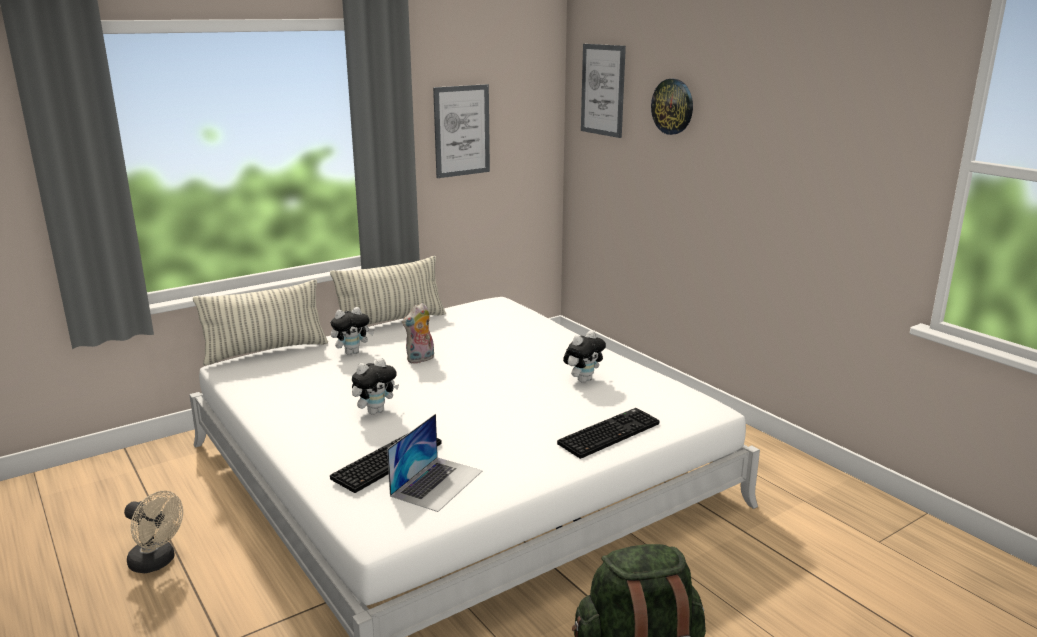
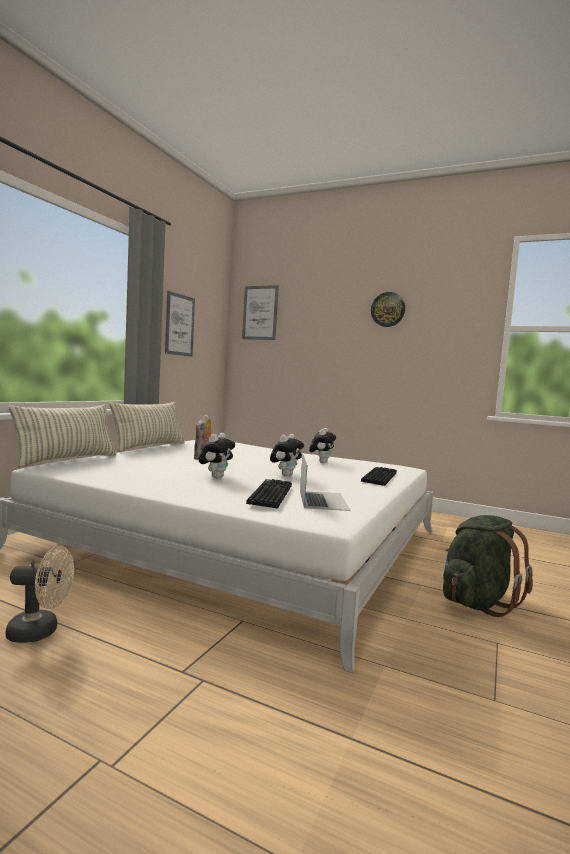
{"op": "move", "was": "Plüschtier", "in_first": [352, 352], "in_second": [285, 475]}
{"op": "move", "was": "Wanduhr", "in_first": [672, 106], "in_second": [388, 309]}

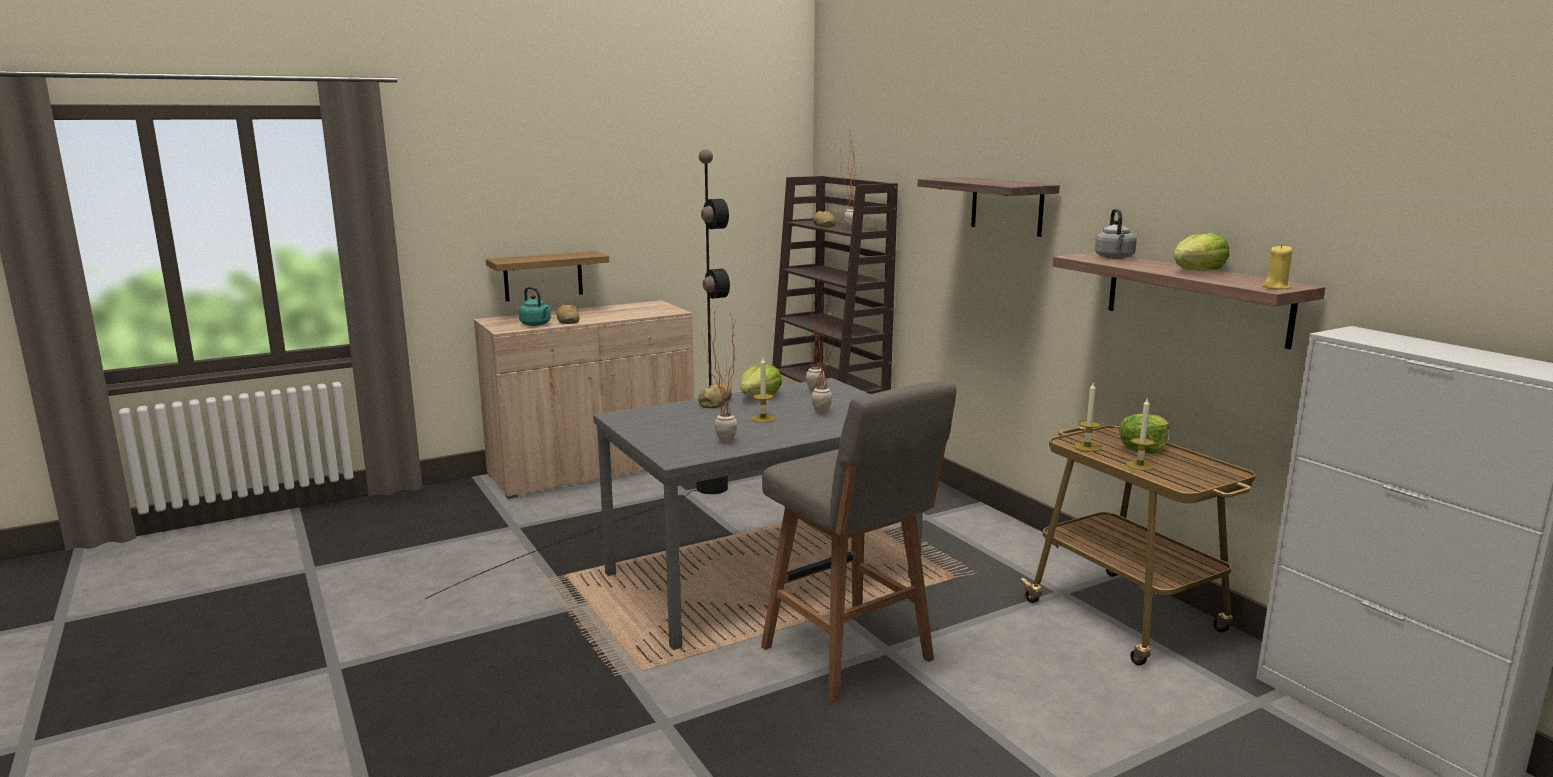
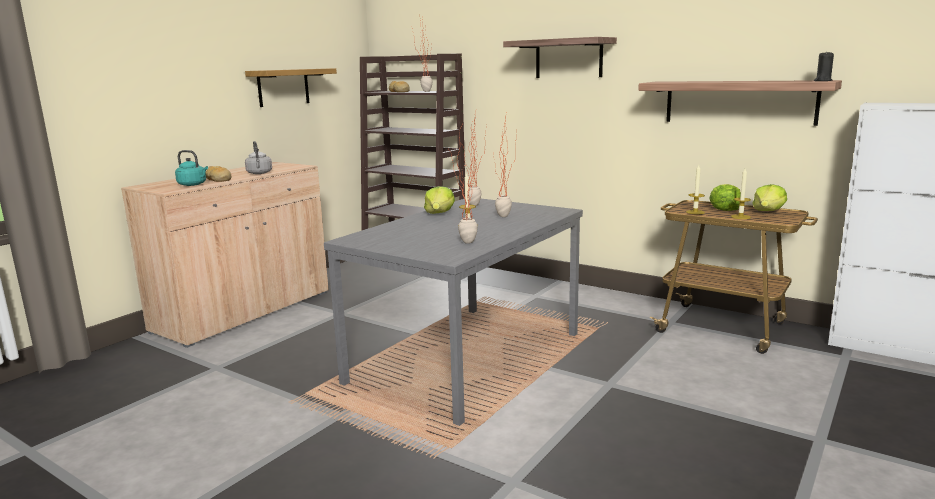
{"op": "delete", "was": "Stehlampe [schwarz]", "in_first": [644, 513]}
{"op": "move", "was": "Wandregal", "in_first": [543, 276], "in_second": [283, 87]}
{"op": "delete", "was": "Brot", "in_first": [715, 402]}
{"op": "delete", "was": "Hocker [grau]", "in_first": [850, 656]}
{"op": "move", "was": "Wasserkessel [grau]", "in_first": [1114, 258], "in_second": [259, 173]}
{"op": "move", "was": "Salatkopf", "in_first": [1198, 271], "in_second": [768, 211]}
{"op": "recolor", "was": "Kerze [gelb]", "now": "Kerze [schwarz]", "in_first": [1275, 287], "in_second": [822, 81]}

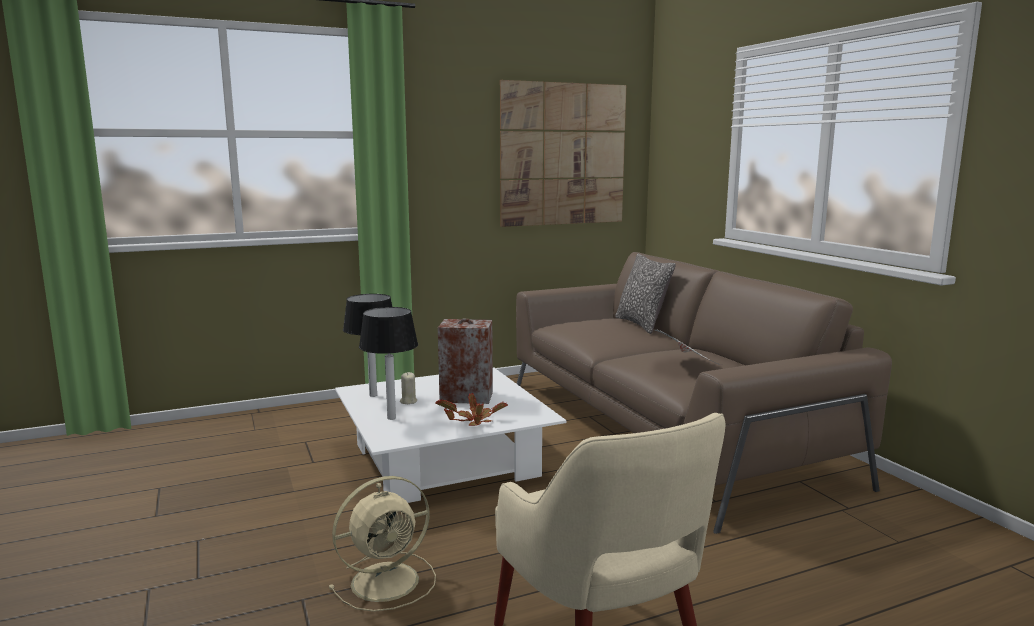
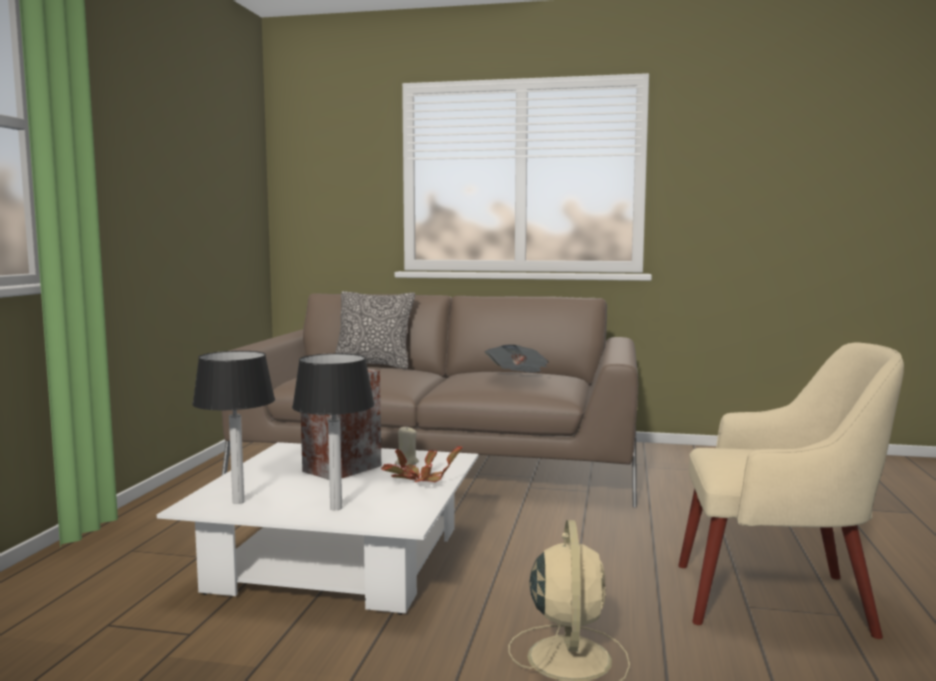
{"op": "move", "was": "Kerze [beige]", "in_first": [408, 401], "in_second": [406, 463]}
{"op": "delete", "was": "Bild", "in_first": [563, 154]}

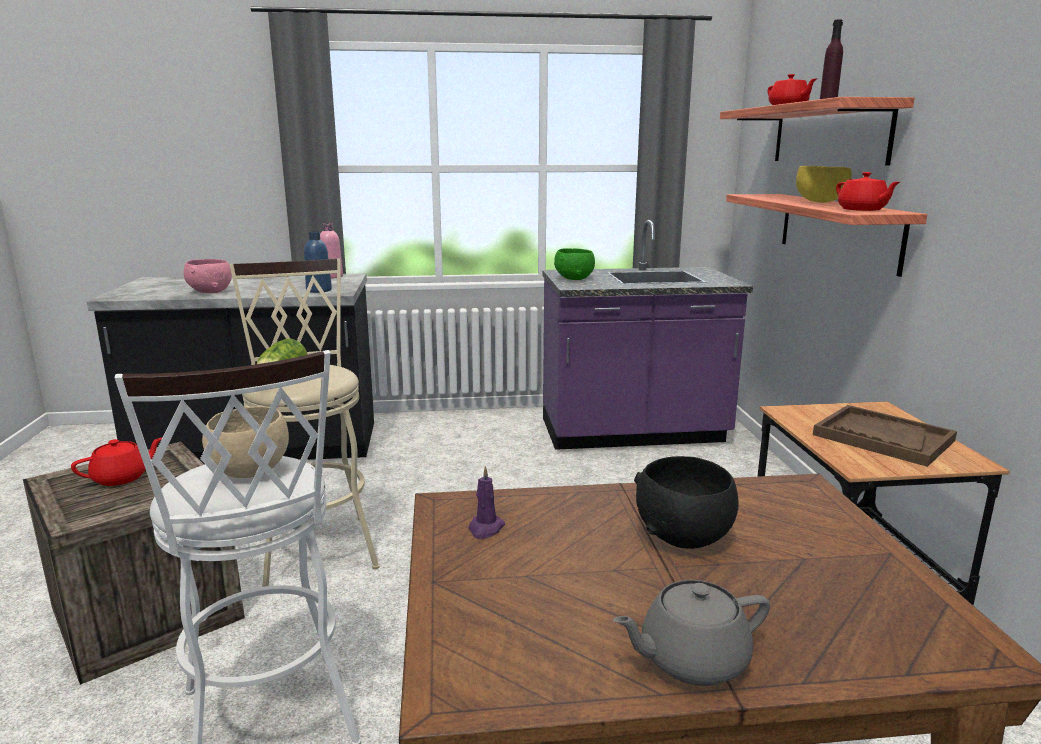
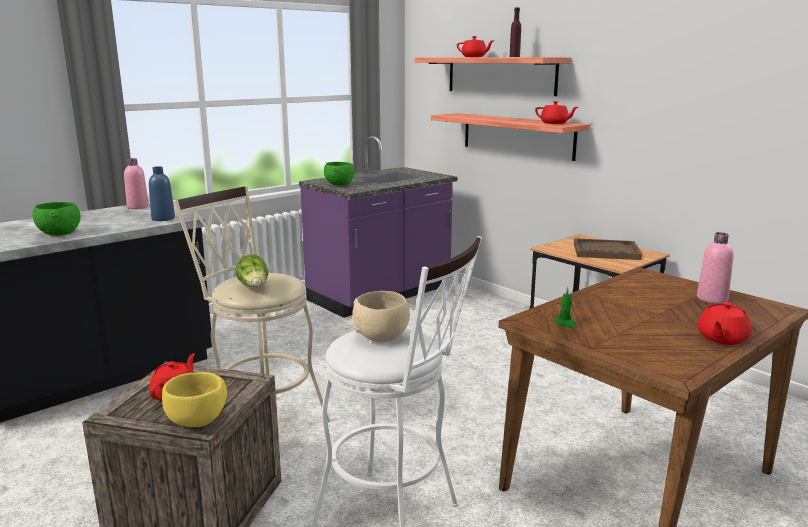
{"op": "recolor", "was": "Schüssel [rosa]", "now": "Schüssel [grün]", "in_first": [211, 291], "in_second": [60, 233]}
{"op": "recolor", "was": "Kerze [lila]", "now": "Kerze [grün]", "in_first": [485, 529], "in_second": [565, 323]}
{"op": "recolor", "was": "Teekanne [grau]", "now": "Teekanne [rot]", "in_first": [691, 659], "in_second": [721, 338]}
{"op": "delete", "was": "Schüssel [schwarz]", "in_first": [685, 537]}
{"op": "move", "was": "Schüssel [gelb]", "in_first": [820, 202], "in_second": [197, 421]}
{"op": "insert", "now": "Flasche [rosa]", "in_second": [712, 299]}

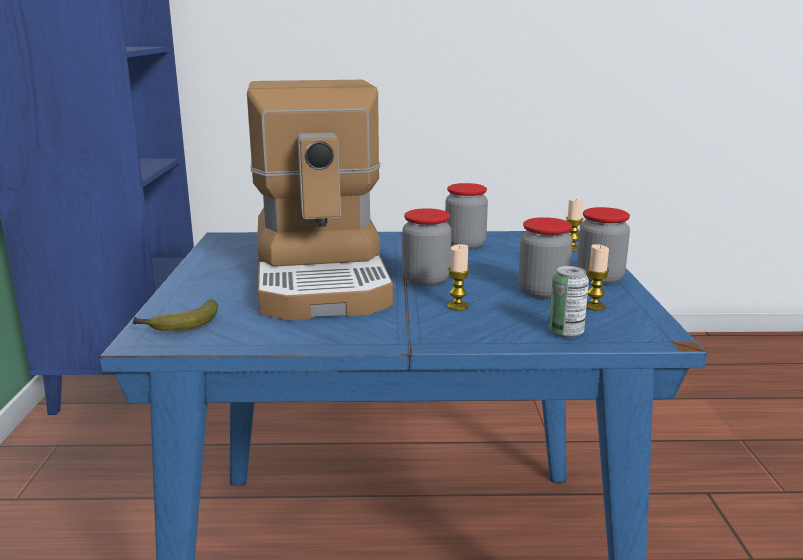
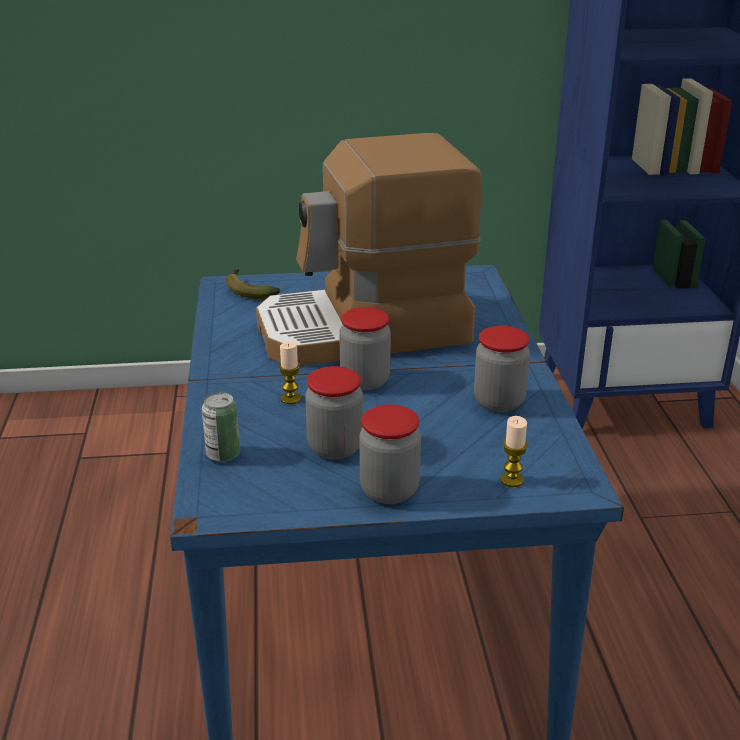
{"op": "delete", "was": "Kerze", "in_first": [594, 306]}

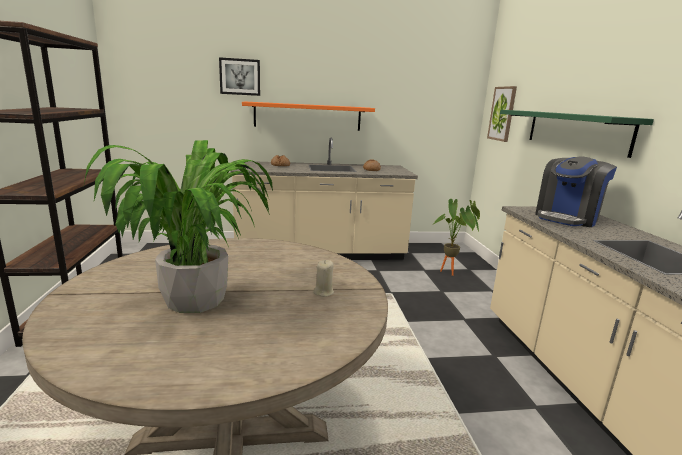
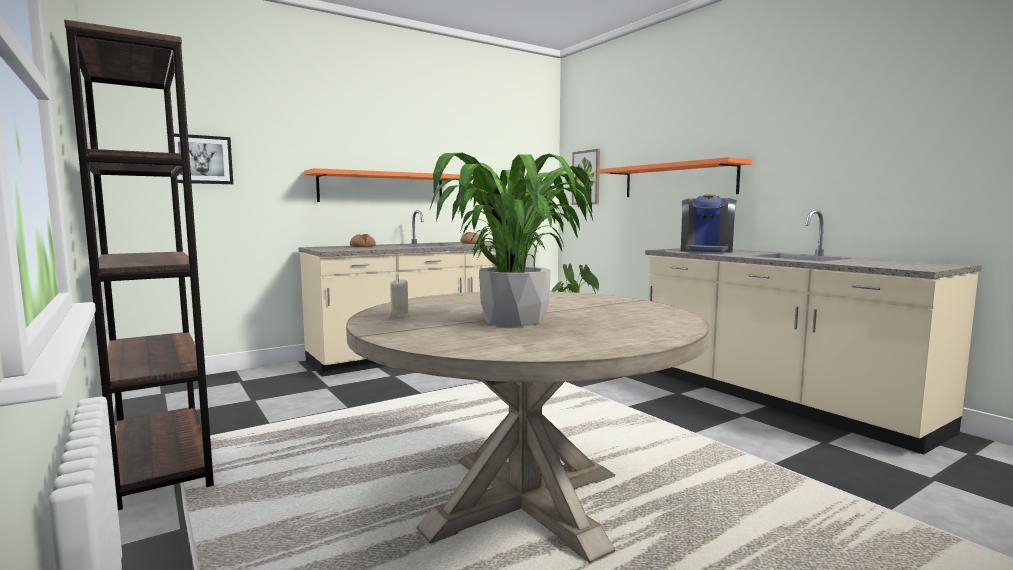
{"op": "move", "was": "Bild", "in_first": [240, 77], "in_second": [201, 159]}
{"op": "move", "was": "Kerze [beige]", "in_first": [323, 292], "in_second": [399, 316]}
{"op": "recolor", "was": "Wandregal [grün]", "now": "Wandregal [orange]", "in_first": [575, 131], "in_second": [678, 180]}

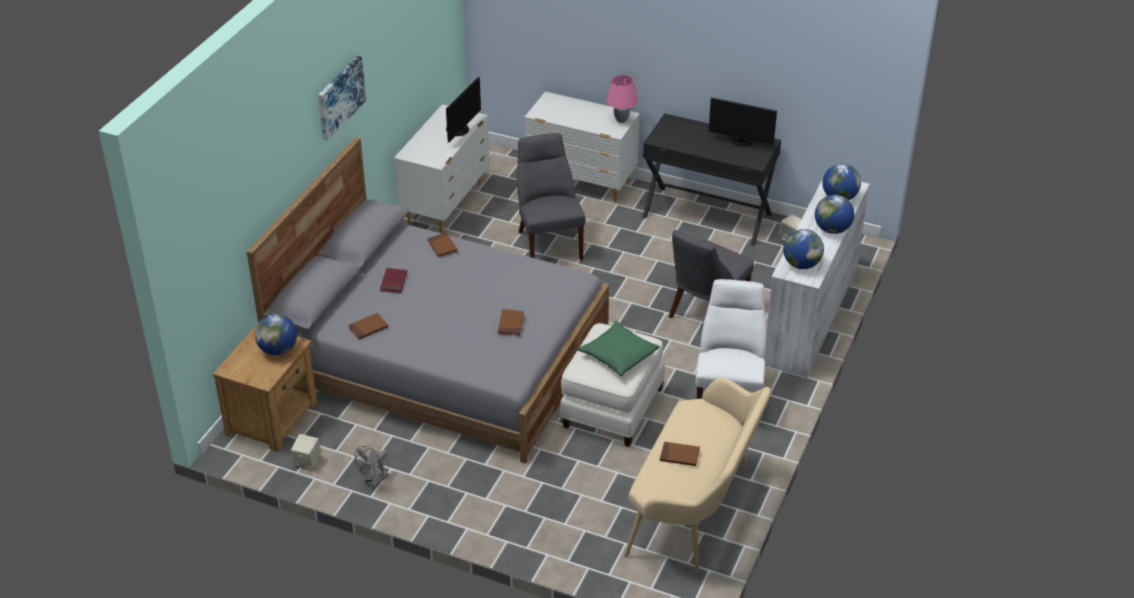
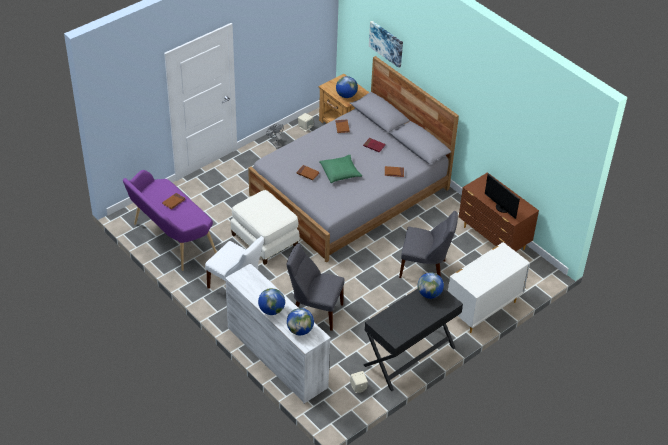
{"op": "move", "was": "Bild", "in_first": [340, 97], "in_second": [386, 43]}
{"op": "recolor", "was": "Kommode [weiß]", "now": "Kommode [braun]", "in_first": [446, 203], "in_second": [493, 239]}
{"op": "move", "was": "Kissen [grün]", "in_first": [618, 355], "in_second": [340, 172]}
{"op": "delete", "was": "Tischlampe [rosa]", "in_first": [621, 120]}
{"op": "recolor", "was": "Bank [beige]", "now": "Bank [lila]", "in_first": [696, 512], "in_second": [170, 240]}
{"op": "rotate", "was": "Stuhl [grau]", "in_first": [705, 312], "in_second": [314, 311], "clockwise": -45}
{"op": "delete", "was": "Monitor", "in_first": [741, 141]}
{"op": "move", "was": "Globus", "in_first": [801, 265], "in_second": [429, 294]}

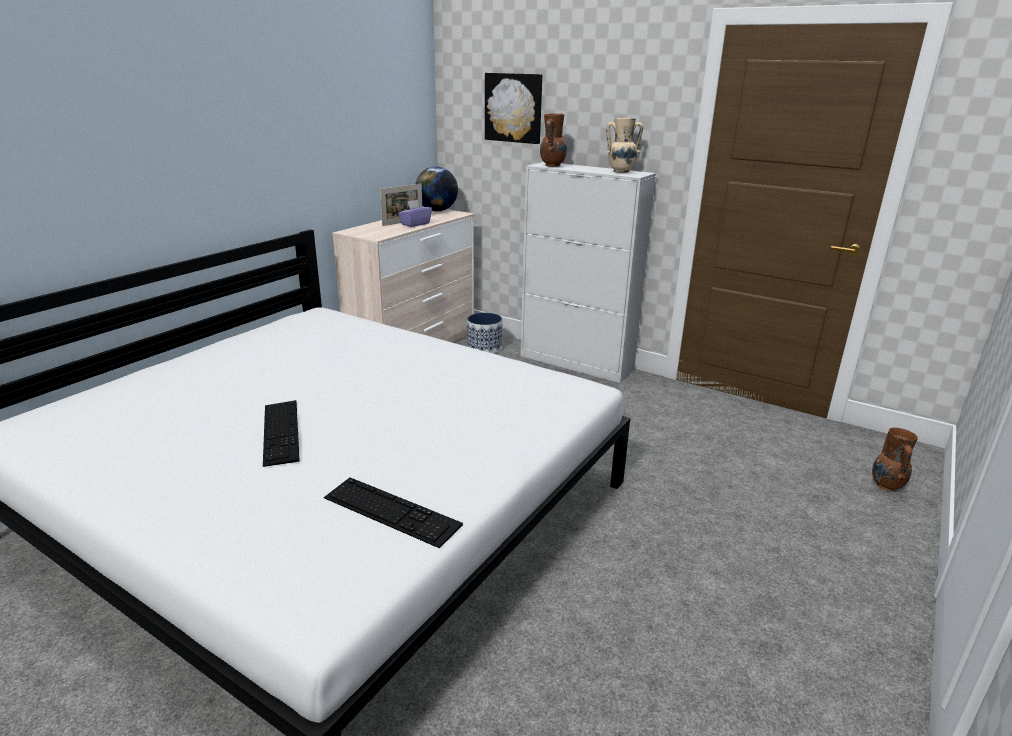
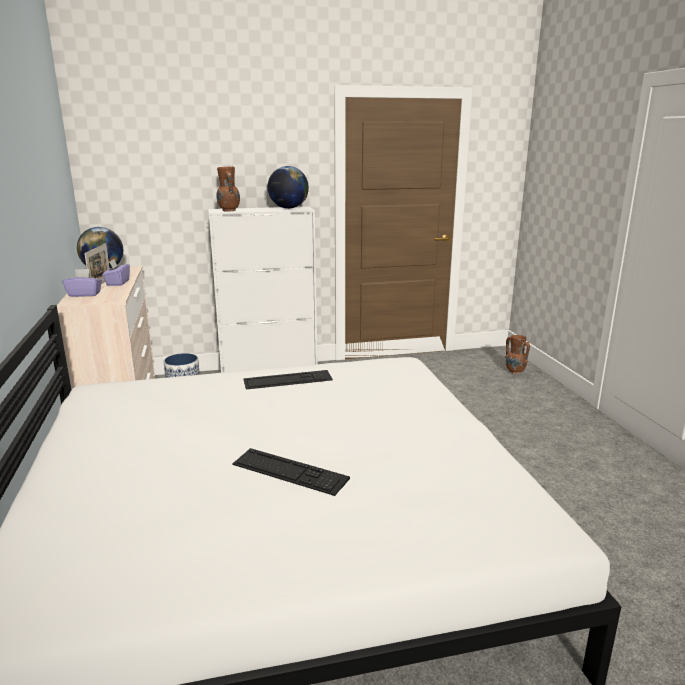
{"op": "move", "was": "Tastatur", "in_first": [391, 511], "in_second": [288, 380]}
{"op": "delete", "was": "Bild", "in_first": [514, 108]}
{"op": "replace", "was": "Vase [beige]", "now": "Globus", "in_first": [620, 172], "in_second": [288, 208]}
{"op": "insert", "now": "Taschentuchbox [lila]", "in_second": [84, 294]}

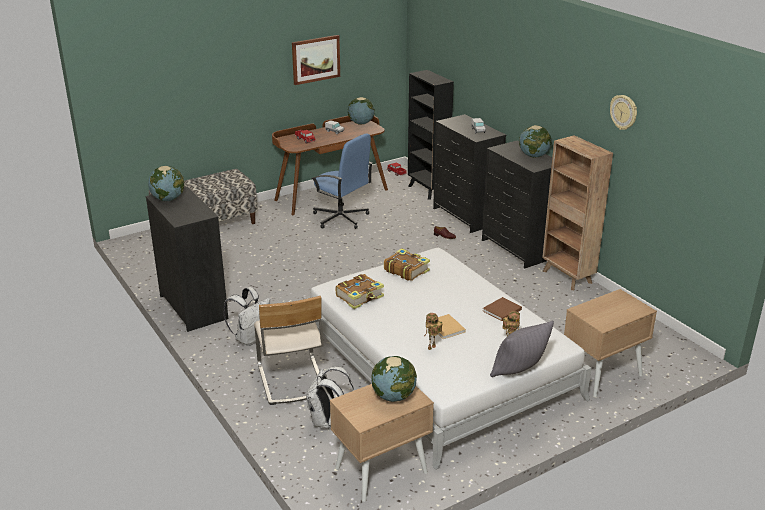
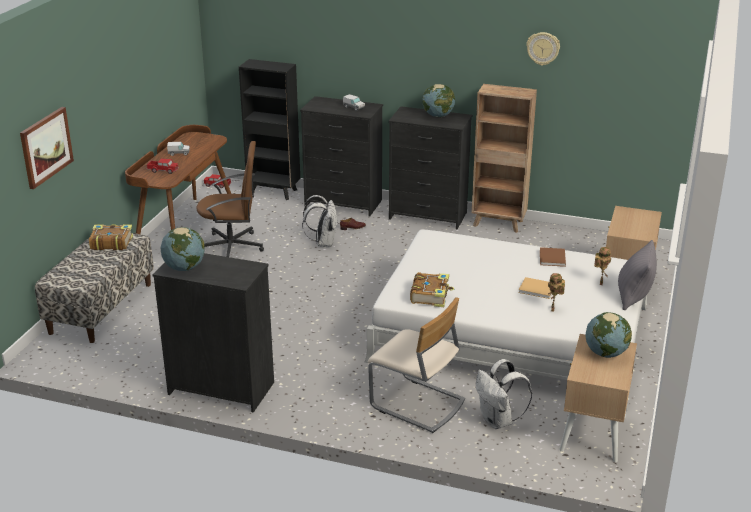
{"op": "move", "was": "Rucksack [weiß]", "in_first": [250, 338], "in_second": [323, 243]}
{"op": "move", "was": "Bild", "in_first": [315, 59], "in_second": [46, 147]}
{"op": "recolor", "was": "Bürostuhl [blau]", "now": "Bürostuhl [braun]", "in_first": [341, 218], "in_second": [232, 247]}
{"op": "delete", "was": "Globus", "in_first": [361, 123]}
{"op": "move", "was": "Buch", "in_first": [406, 270], "in_second": [111, 243]}

